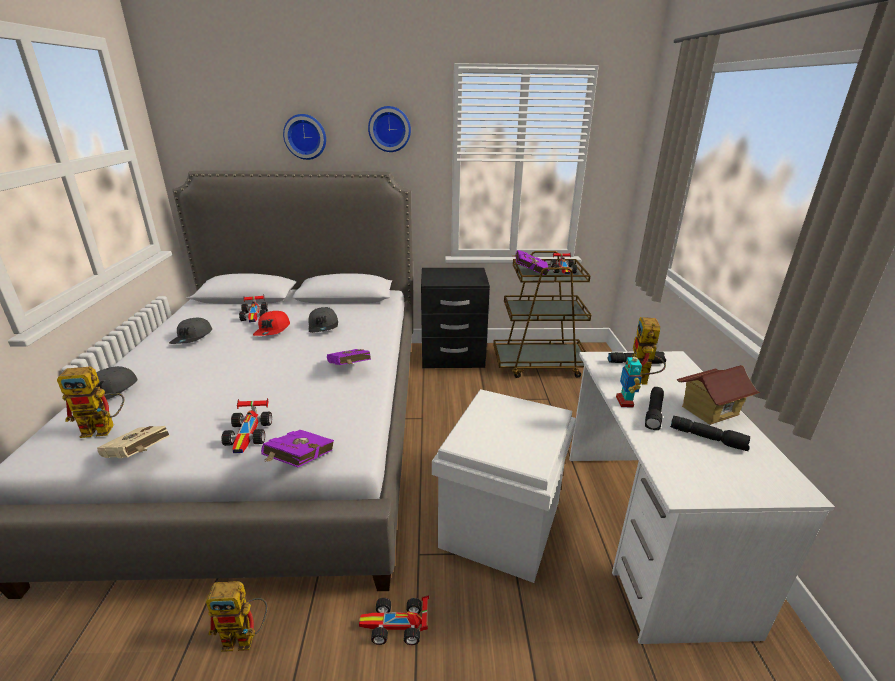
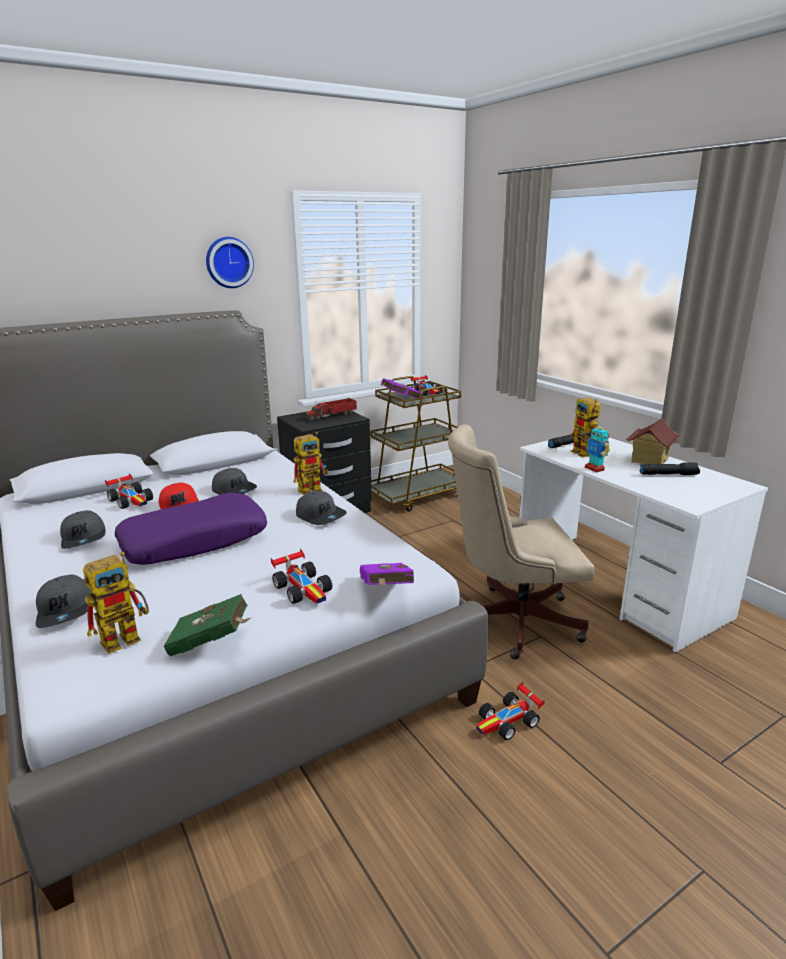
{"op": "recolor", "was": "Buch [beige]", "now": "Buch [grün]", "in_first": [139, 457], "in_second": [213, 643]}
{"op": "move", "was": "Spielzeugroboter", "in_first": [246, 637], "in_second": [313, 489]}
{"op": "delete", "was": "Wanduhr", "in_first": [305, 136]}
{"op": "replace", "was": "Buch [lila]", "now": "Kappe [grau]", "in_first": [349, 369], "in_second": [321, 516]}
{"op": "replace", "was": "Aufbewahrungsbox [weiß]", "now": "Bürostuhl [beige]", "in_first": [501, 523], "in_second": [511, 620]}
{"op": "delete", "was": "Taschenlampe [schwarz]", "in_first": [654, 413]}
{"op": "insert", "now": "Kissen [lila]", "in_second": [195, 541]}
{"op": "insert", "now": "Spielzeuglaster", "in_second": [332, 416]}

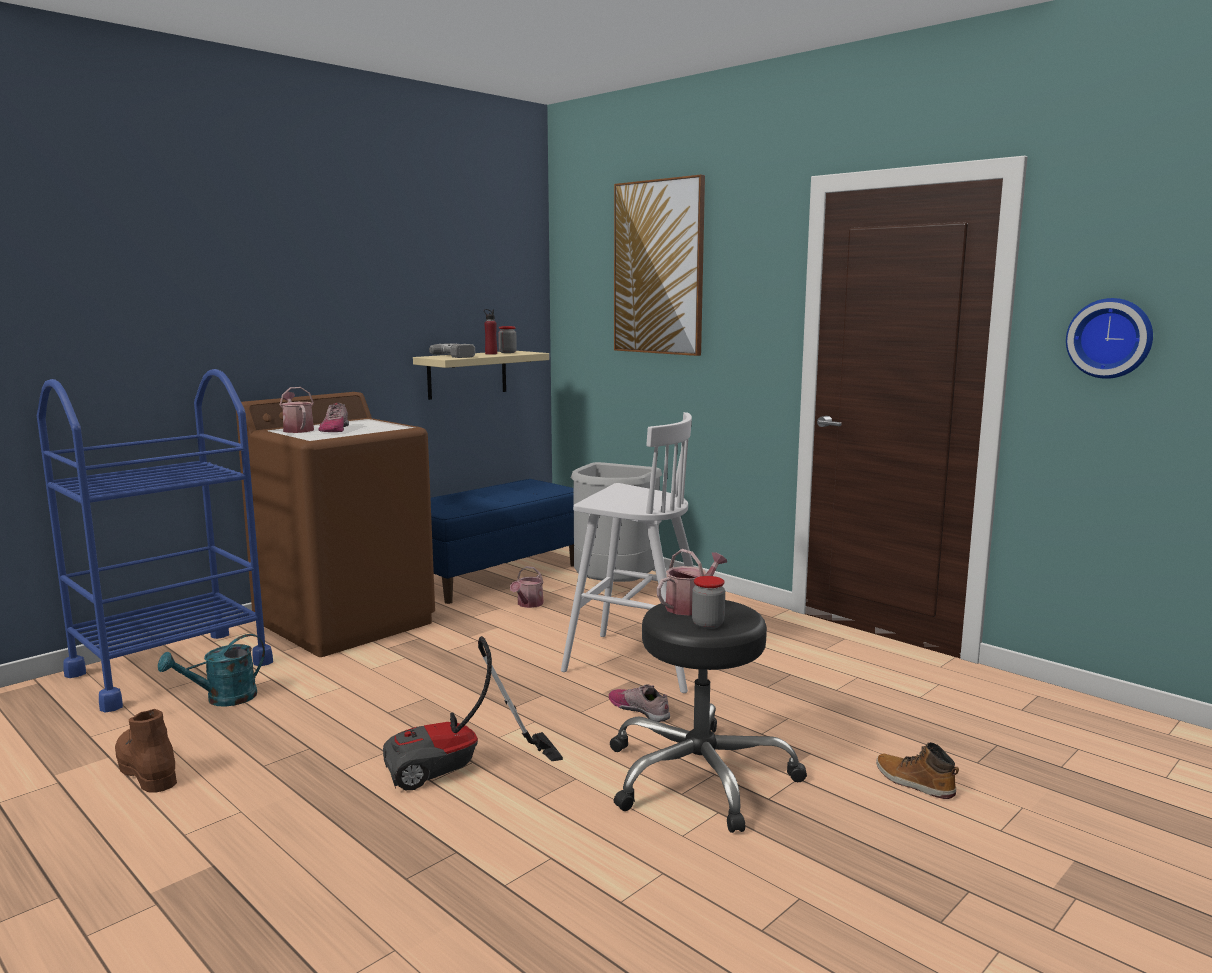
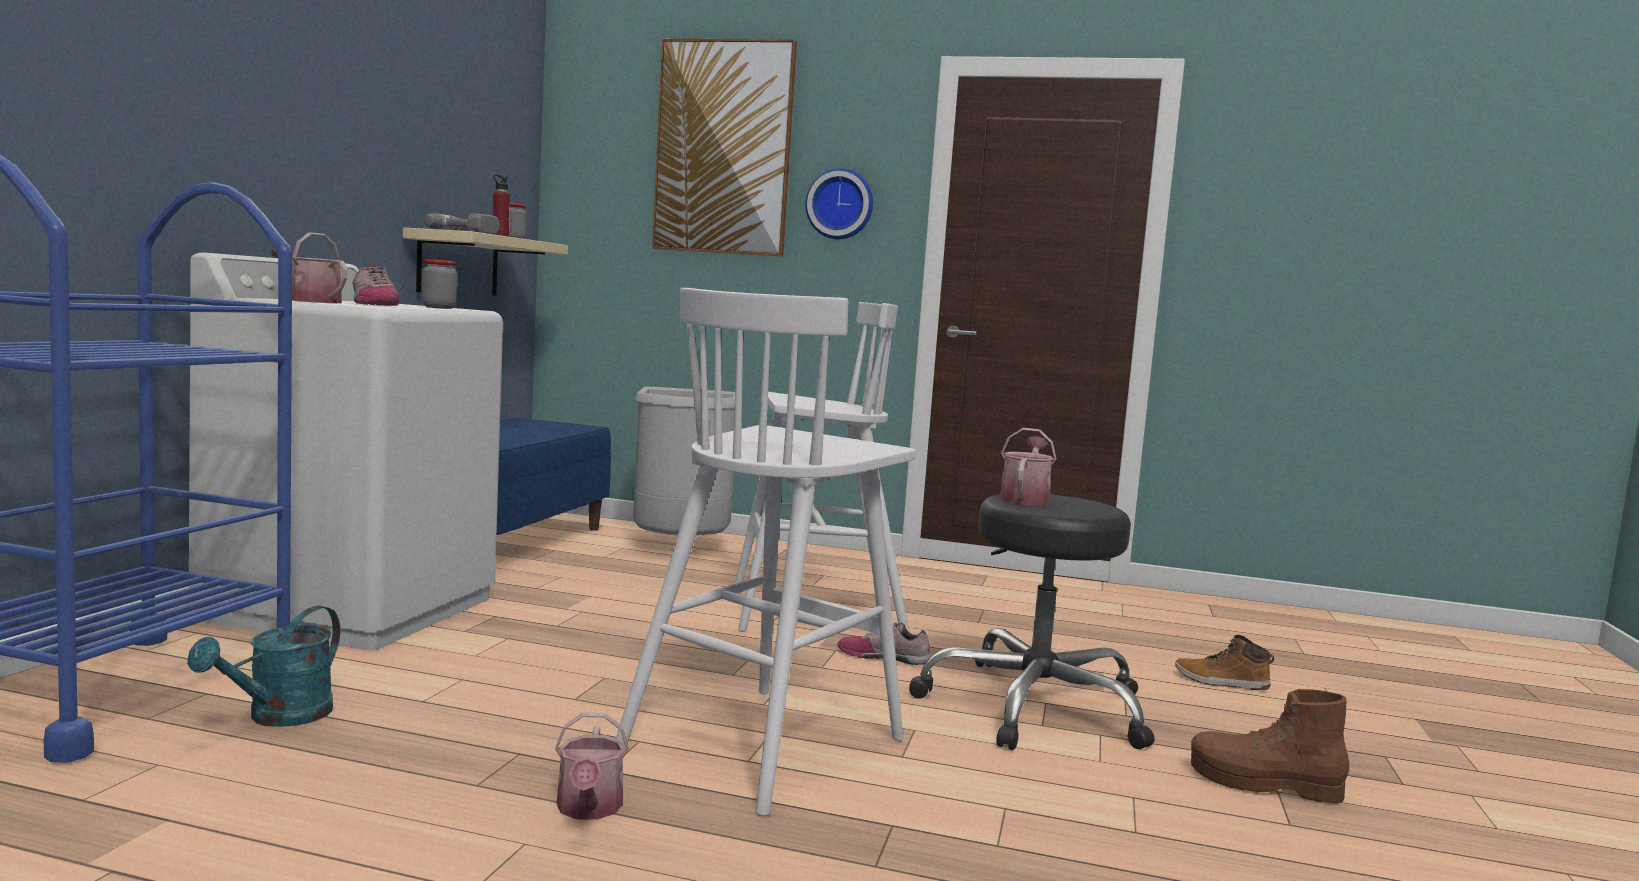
{"op": "move", "was": "Stiefel [braun]", "in_first": [146, 771], "in_second": [1263, 784]}
{"op": "recolor", "was": "Waschmaschine [braun]", "now": "Waschmaschine [weiß]", "in_first": [346, 622], "in_second": [353, 608]}
{"op": "replace", "was": "Staubsauger", "now": "Hocker [weiß]", "in_first": [459, 770], "in_second": [766, 744]}
{"op": "move", "was": "Gießkanne", "in_first": [528, 604], "in_second": [588, 809]}
{"op": "move", "was": "Vorratsglas", "in_first": [708, 624], "in_second": [439, 307]}
{"op": "move", "was": "Wanduhr", "in_first": [1110, 338], "in_second": [840, 204]}

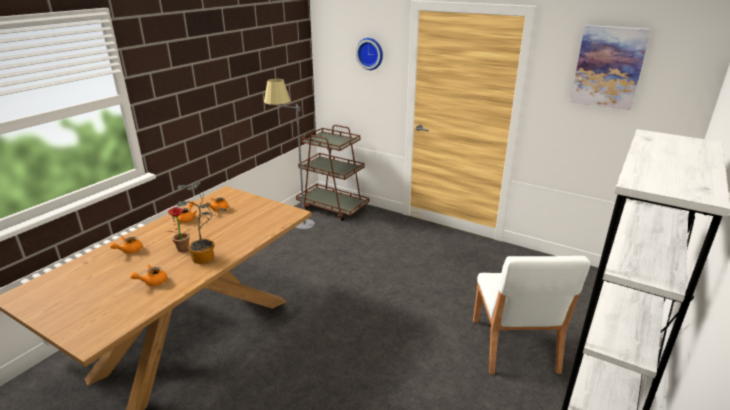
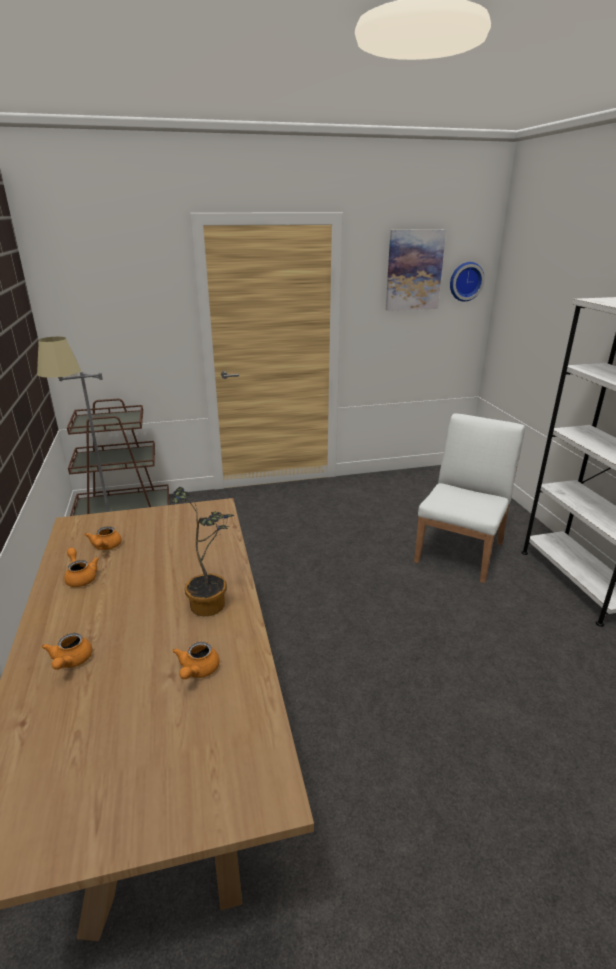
{"op": "delete", "was": "Topfpflanze", "in_first": [182, 250]}
{"op": "move", "was": "Wanduhr", "in_first": [370, 53], "in_second": [465, 281]}
{"op": "rotate", "was": "Stuhl [weiß]", "in_first": [513, 346], "in_second": [460, 552], "clockwise": -105}

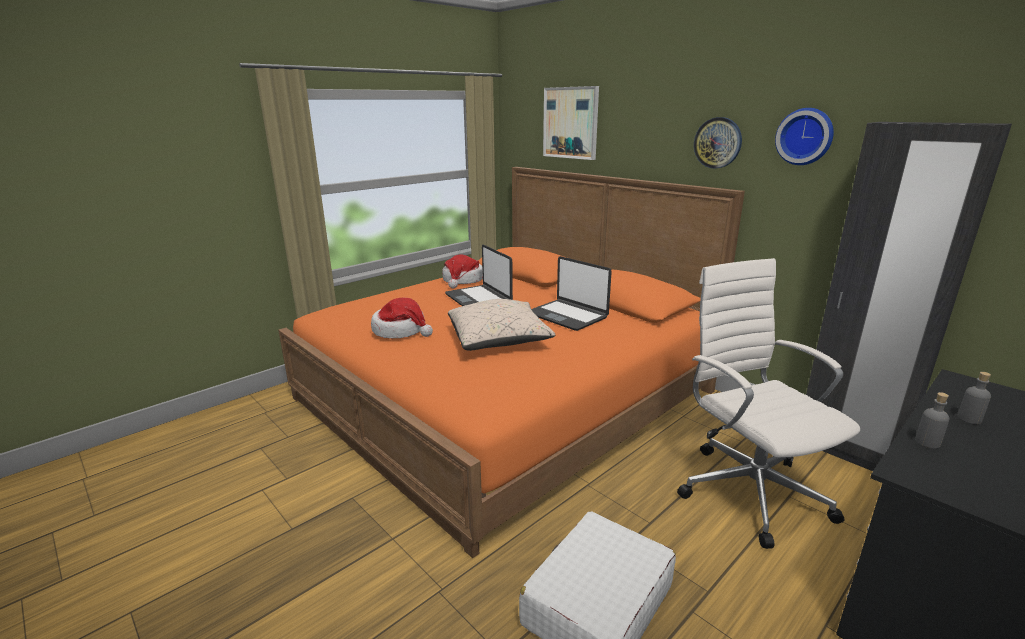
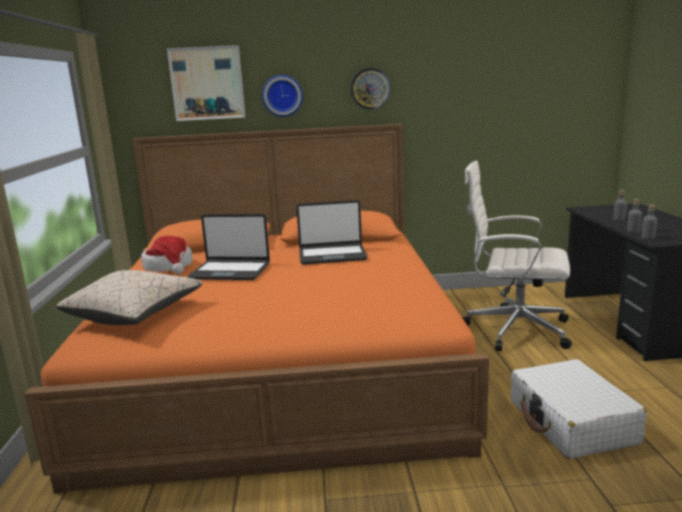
{"op": "delete", "was": "Hut", "in_first": [401, 330]}
{"op": "move", "was": "Kissen [beige]", "in_first": [499, 340], "in_second": [135, 313]}
{"op": "move", "was": "Wanduhr", "in_first": [805, 136], "in_second": [282, 95]}
{"op": "delete", "was": "Kleiderschrank [schwarz]", "in_first": [847, 452]}
{"op": "insert", "now": "Flasche [grau]", "in_second": [648, 237]}

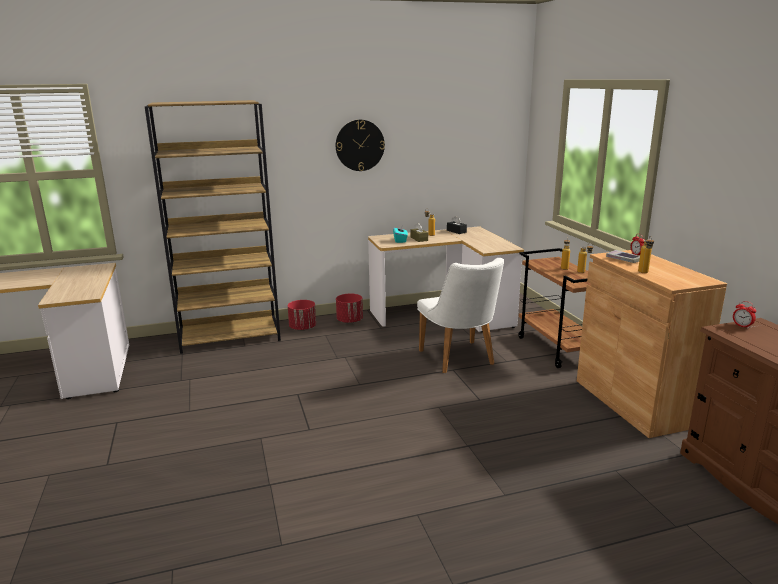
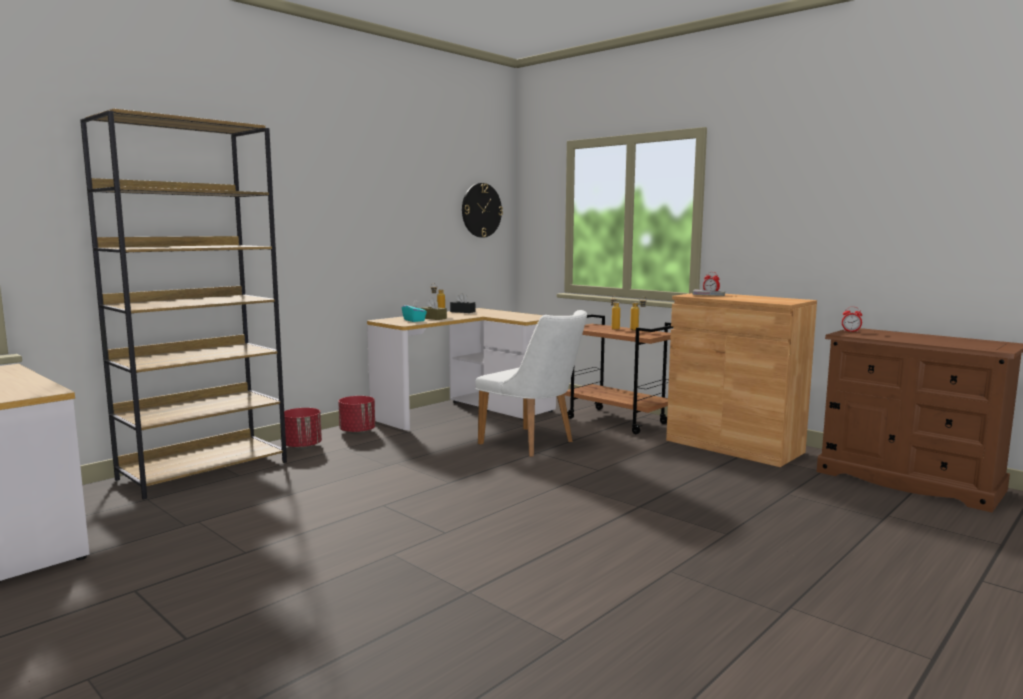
{"op": "move", "was": "Wanduhr", "in_first": [360, 145], "in_second": [481, 210]}
{"op": "delete", "was": "Flasche", "in_first": [644, 273]}

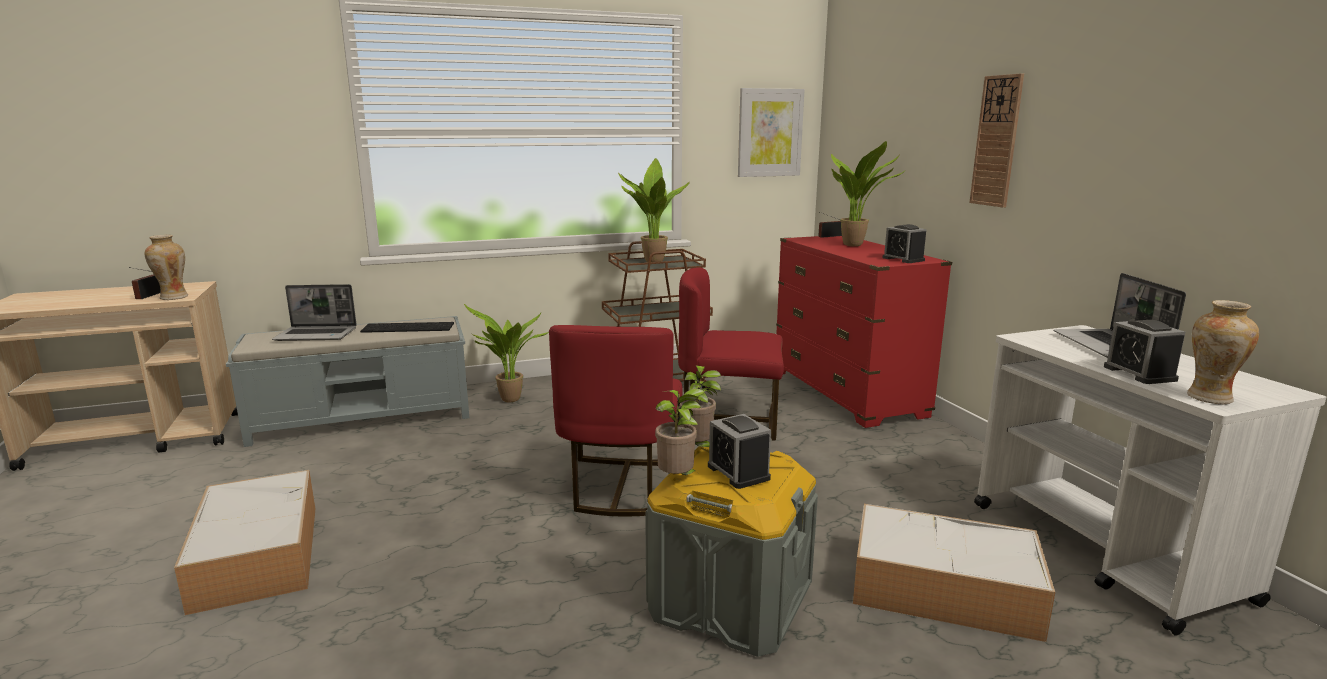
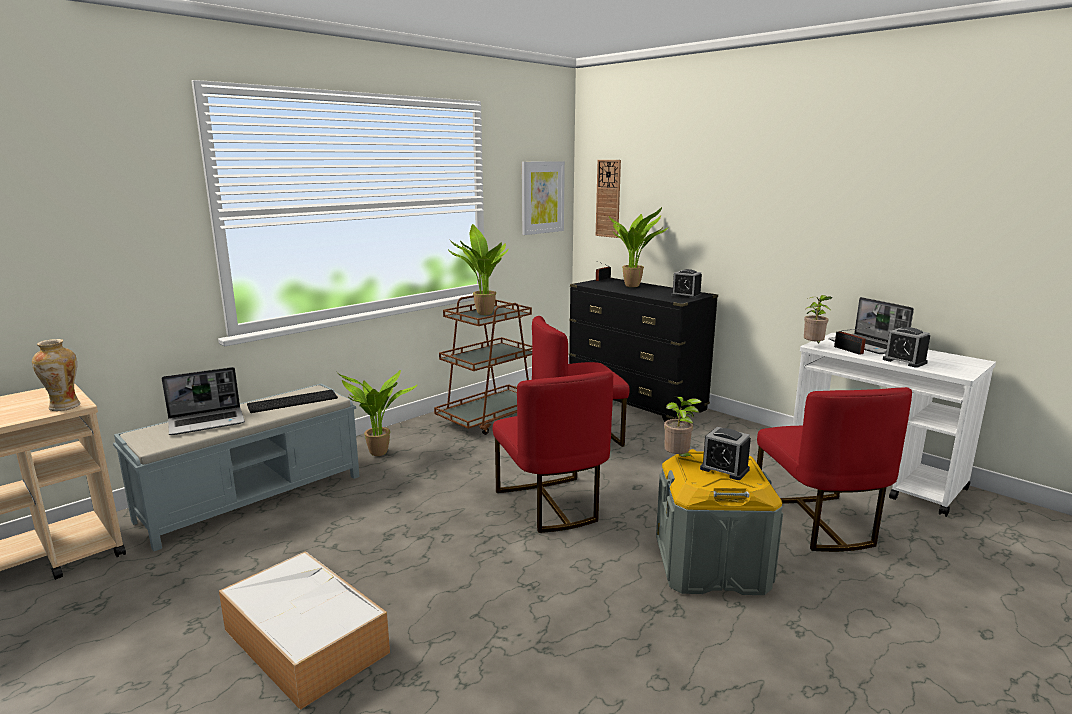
{"op": "move", "was": "Radio", "in_first": [149, 295], "in_second": [849, 351]}
{"op": "move", "was": "Topfpflanze", "in_first": [678, 479], "in_second": [813, 346]}
{"op": "recolor", "was": "Kommode [rot]", "now": "Kommode [schwarz]", "in_first": [847, 393], "in_second": [636, 401]}
{"op": "replace", "was": "Aufbewahrungsbox", "now": "Stuhl [rot]", "in_first": [940, 588], "in_second": [817, 522]}
{"op": "move", "was": "Wanduhr", "in_first": [996, 141], "in_second": [608, 198]}
{"op": "delete", "was": "Vase", "in_first": [1209, 398]}

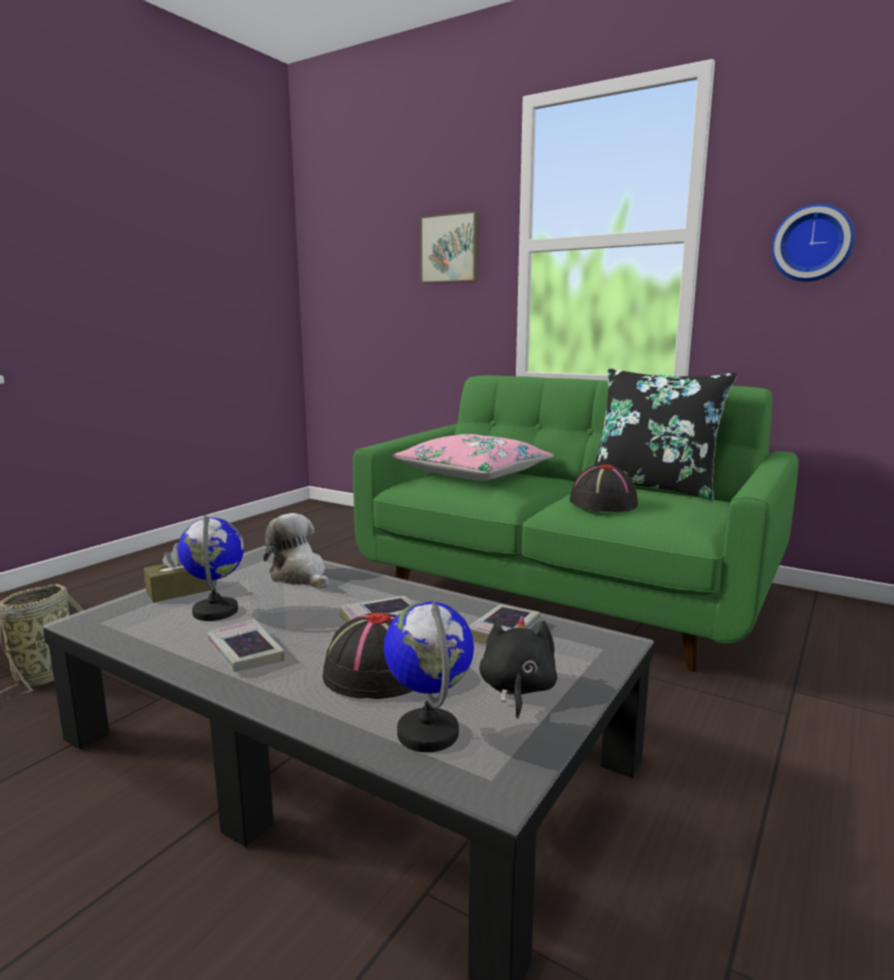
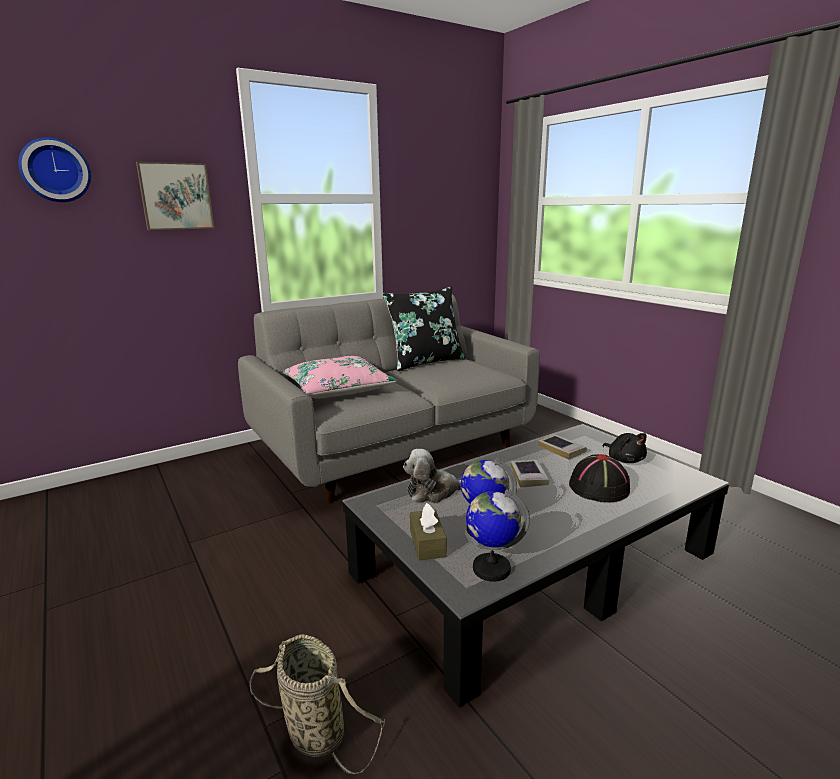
{"op": "delete", "was": "Buch", "in_first": [245, 652]}
{"op": "recolor", "was": "Sofa [grün]", "now": "Sofa [grau]", "in_first": [565, 594], "in_second": [395, 448]}
{"op": "move", "was": "Globus", "in_first": [428, 732], "in_second": [491, 568]}
{"op": "rotate", "was": "Plüschtier [schwarz]", "in_first": [517, 690], "in_second": [624, 460], "clockwise": -150}
{"op": "delete", "was": "Hut [schwarz]", "in_first": [602, 503]}
{"op": "move", "was": "Wanduhr", "in_first": [812, 244], "in_second": [55, 170]}

